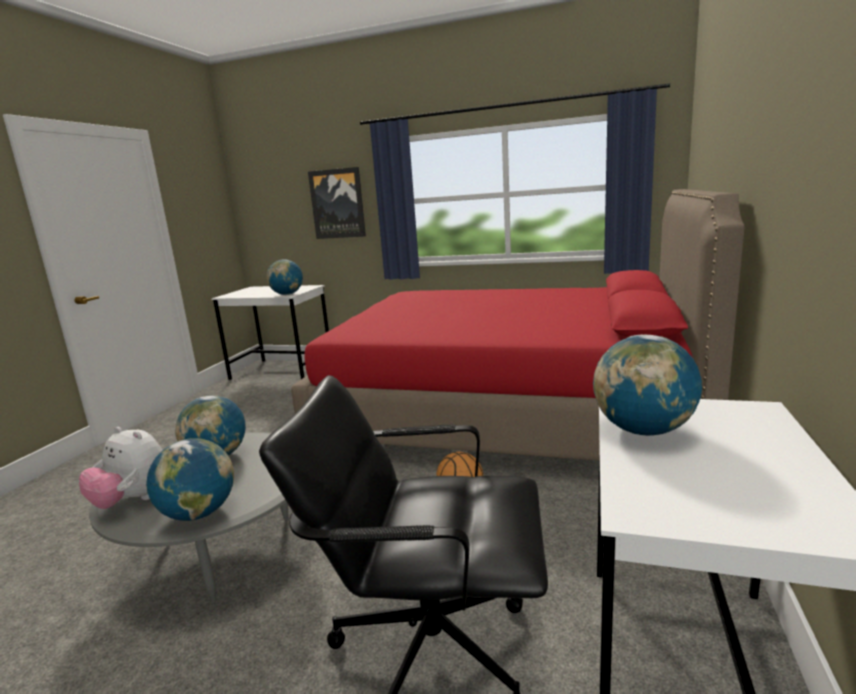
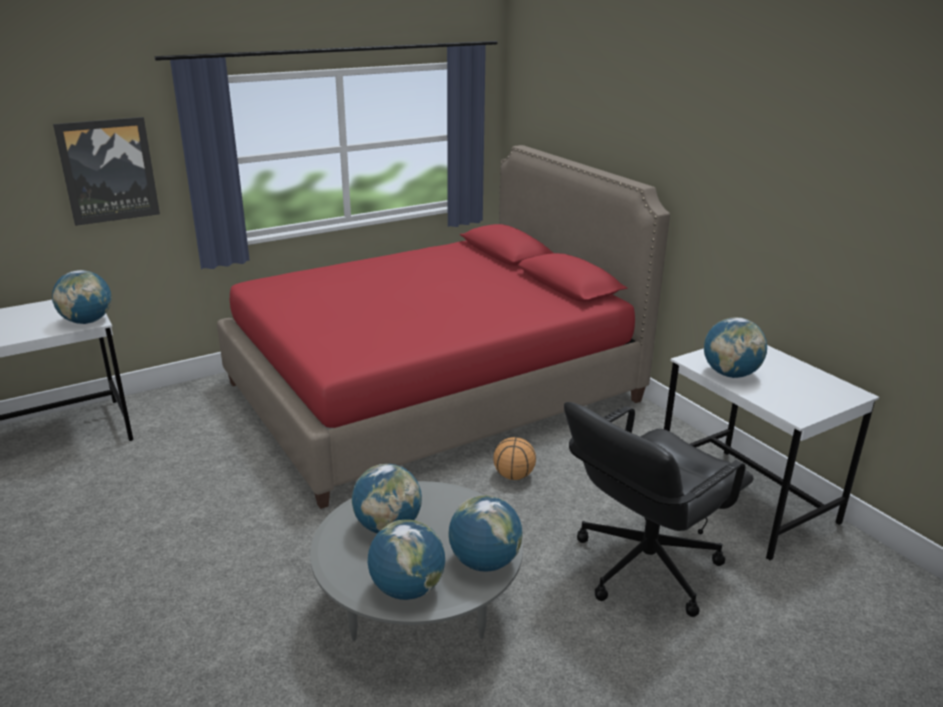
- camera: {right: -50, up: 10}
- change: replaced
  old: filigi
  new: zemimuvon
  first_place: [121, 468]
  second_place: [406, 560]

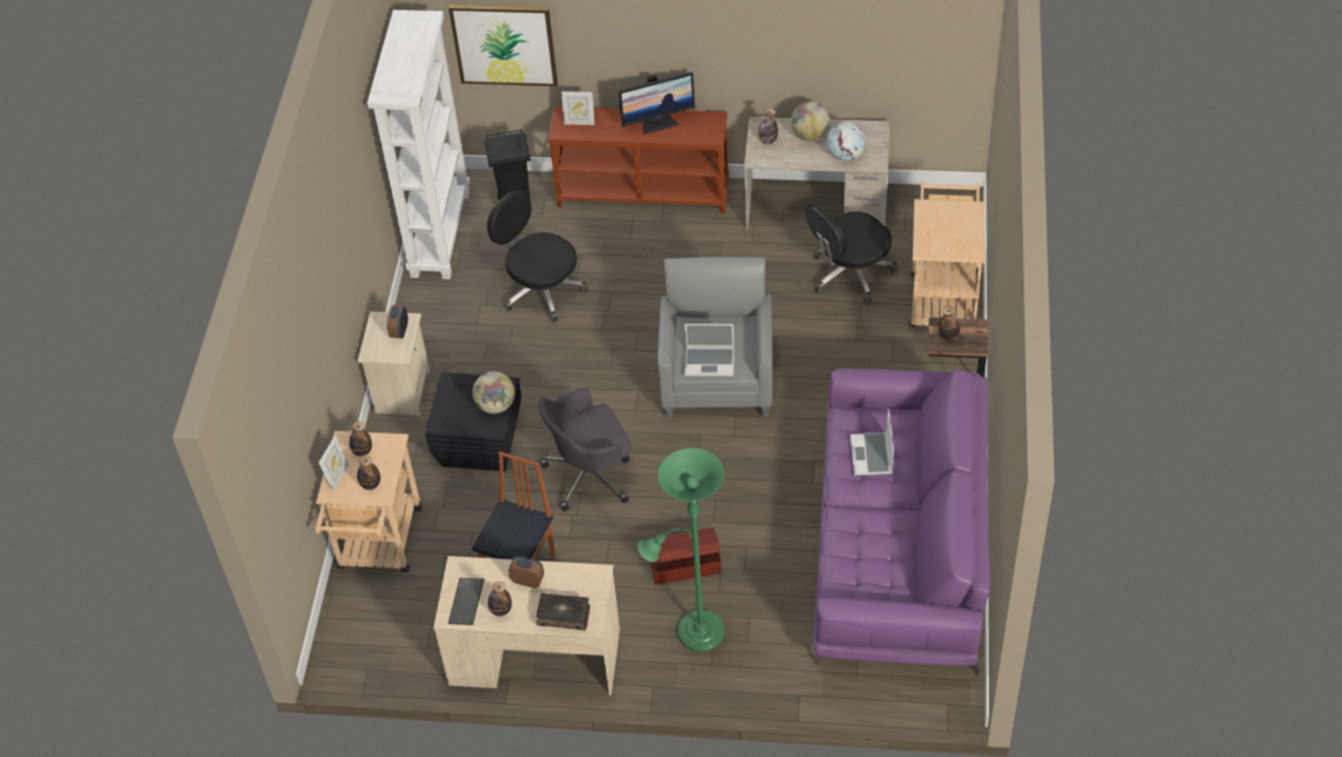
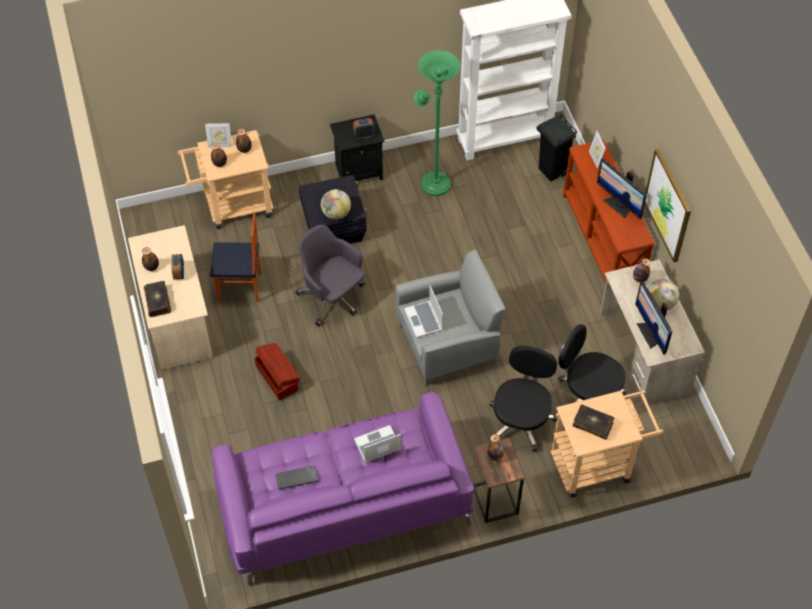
- camera: {right: 65, up: 5}
- change: moved
  old: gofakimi
  first_place: [466, 601]
  second_place: [296, 478]
- change: recoloured
  old: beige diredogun
  new: black diredogun
  first_place: [393, 363]
  second_place: [357, 147]
- change: moved
  old: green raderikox
  first_place: [681, 550]
  second_place: [437, 123]
- change: moved
  old: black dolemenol
  first_place: [537, 256]
  second_place: [523, 398]
- change: added
  new: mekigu
  second_place: [593, 422]
- change: replaced
  old: zemimuvon
  new: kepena
  first_place: [846, 141]
  second_place: [653, 318]
- change: moved
  old: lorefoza
  first_place: [503, 45]
  second_place: [668, 205]

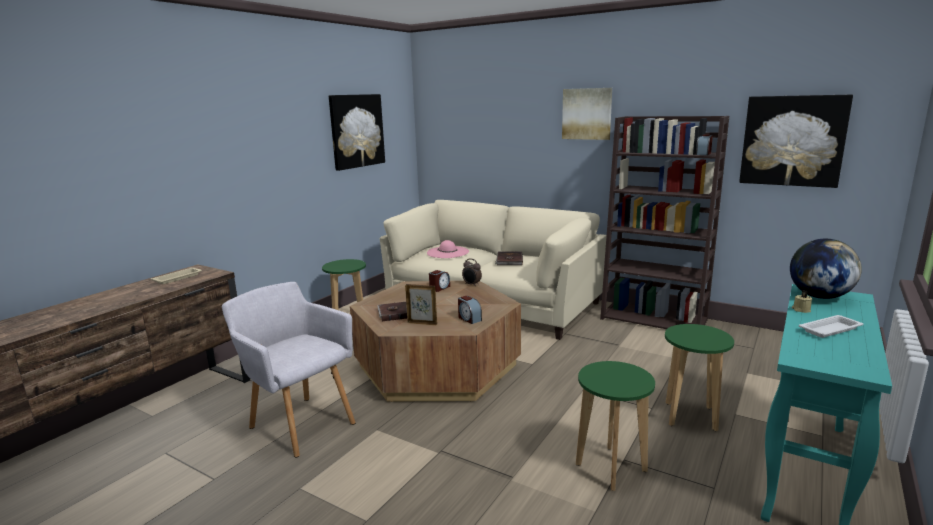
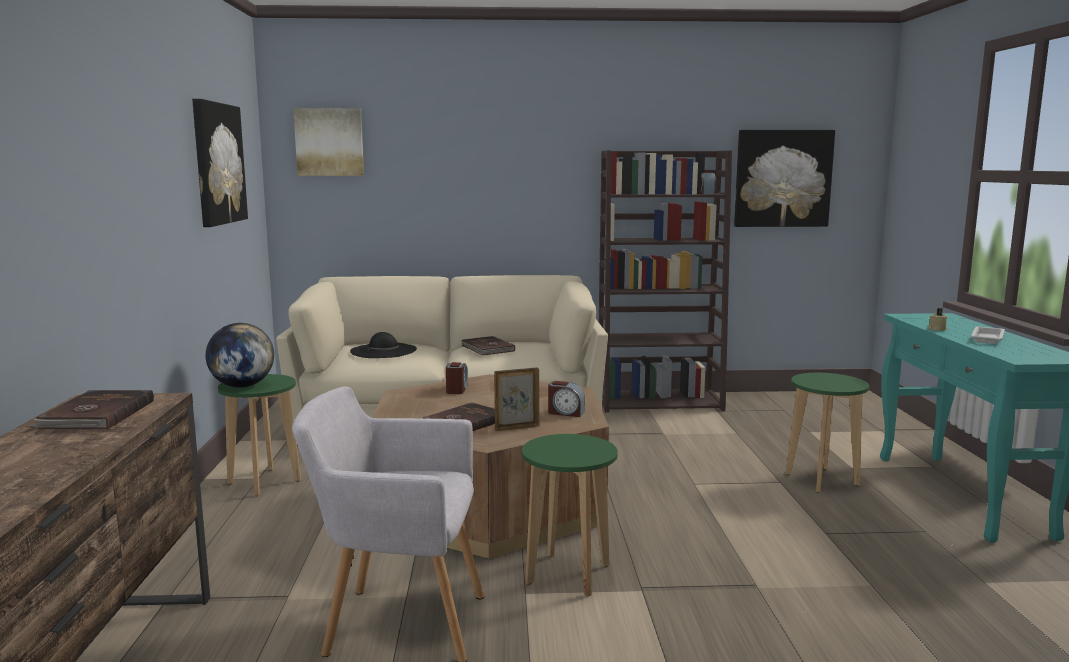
- camera: {right: -35, up: -5}
- change: replaced
  old: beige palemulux
  new: brown mekigu
  first_place: [176, 276]
  second_place: [92, 410]
- change: moved
  old: zemimuvon
  first_place: [826, 269]
  second_place: [240, 355]
- change: moved
  old: lorefoza
  first_place: [587, 114]
  second_place: [328, 142]
- change: recoloured
  old: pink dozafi
  new: black dozafi
  first_place: [448, 249]
  second_place: [383, 345]
- change: moved
  old: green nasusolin
  first_place: [615, 426]
  second_place: [570, 515]
- change: removed
  old: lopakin
  first_place: [472, 272]

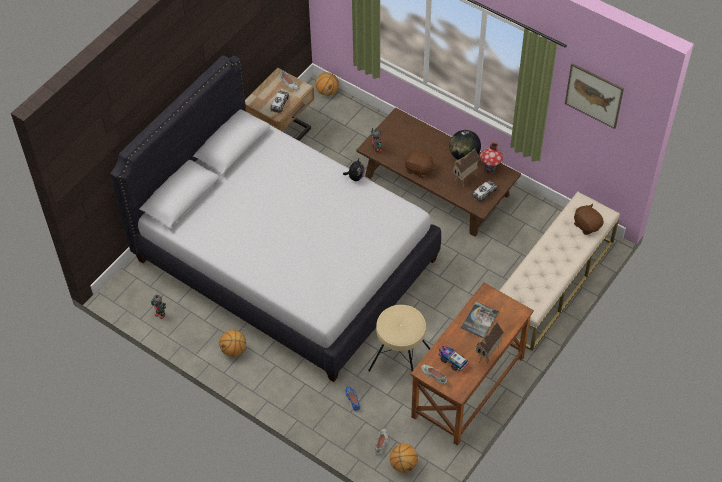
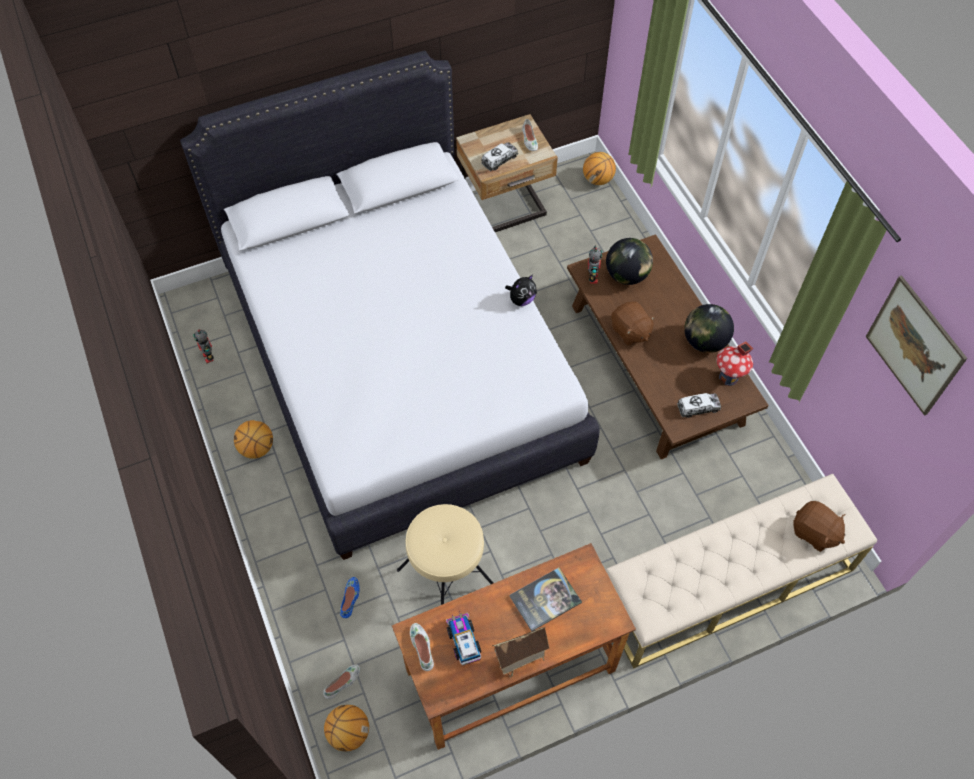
- camera: {right: 30, up: 5}
- change: added
  new: zemimuvon
  second_place: [629, 261]
- change: turned
  old: brown filigi
  first_place: [589, 219]
  second_place: [820, 526]
  degrees: 135
- change: removed
  old: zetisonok
  first_place: [466, 168]

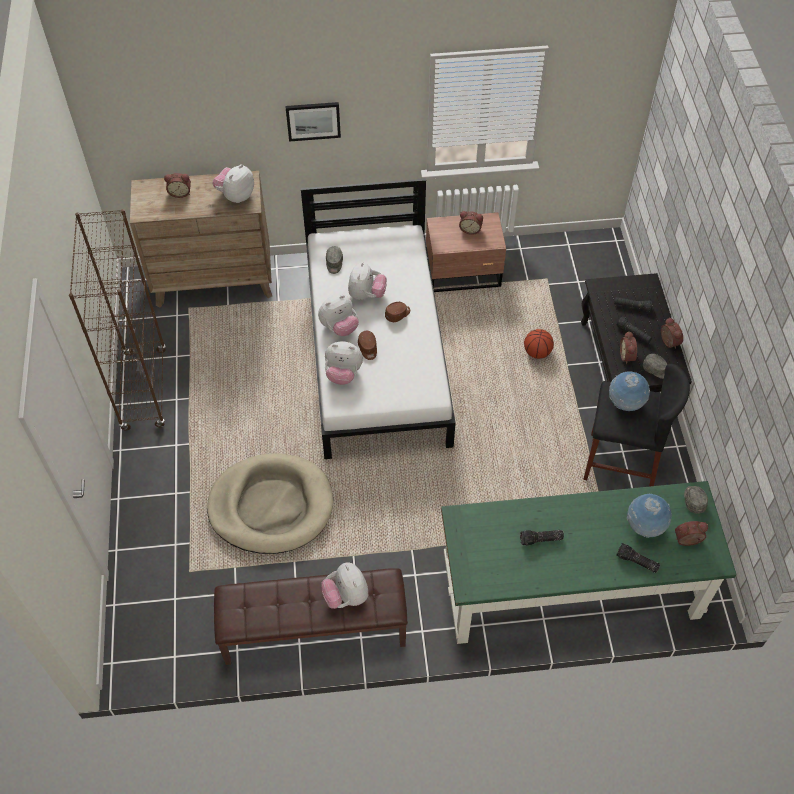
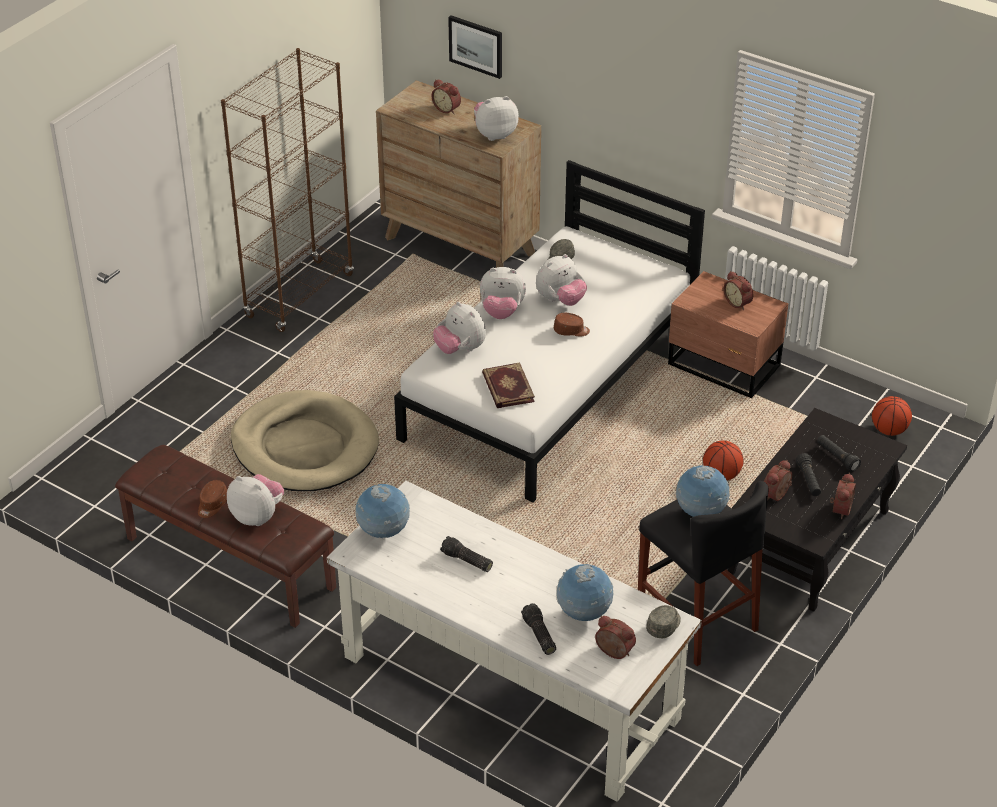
- camera: {right: 40, up: -15}
- change: moved
  old: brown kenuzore
  first_place: [367, 345]
  second_place: [212, 499]
- change: turned
  old: filigi
  first_place: [344, 585]
  second_place: [255, 500]
  degrees: 105
- change: recoloured
  old: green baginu
  new: white baginu
  first_place: [589, 562]
  second_place: [514, 641]
- change: added
  new: zemimuvon
  second_place: [382, 511]
- change: moved
  old: lorefoza
  first_place: [313, 122]
  second_place: [475, 47]
- change: added
  new: mekigu
  second_place: [508, 385]
- change: added
  new: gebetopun
  second_place: [892, 416]
- change: removed
  old: grey kenuzore
  first_place: [655, 366]

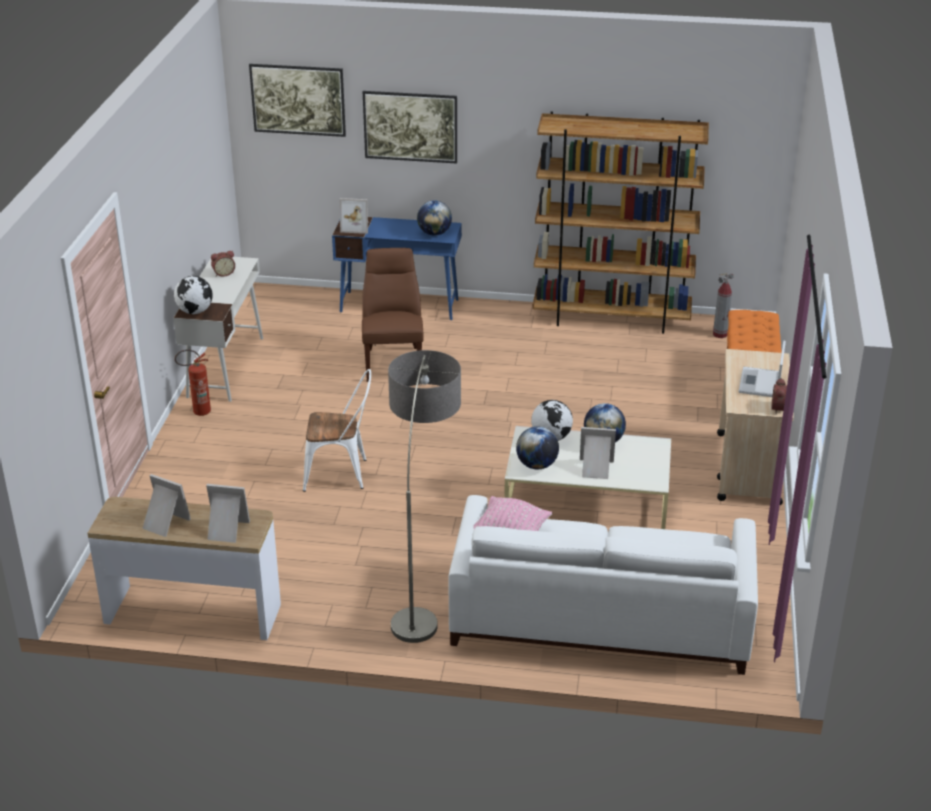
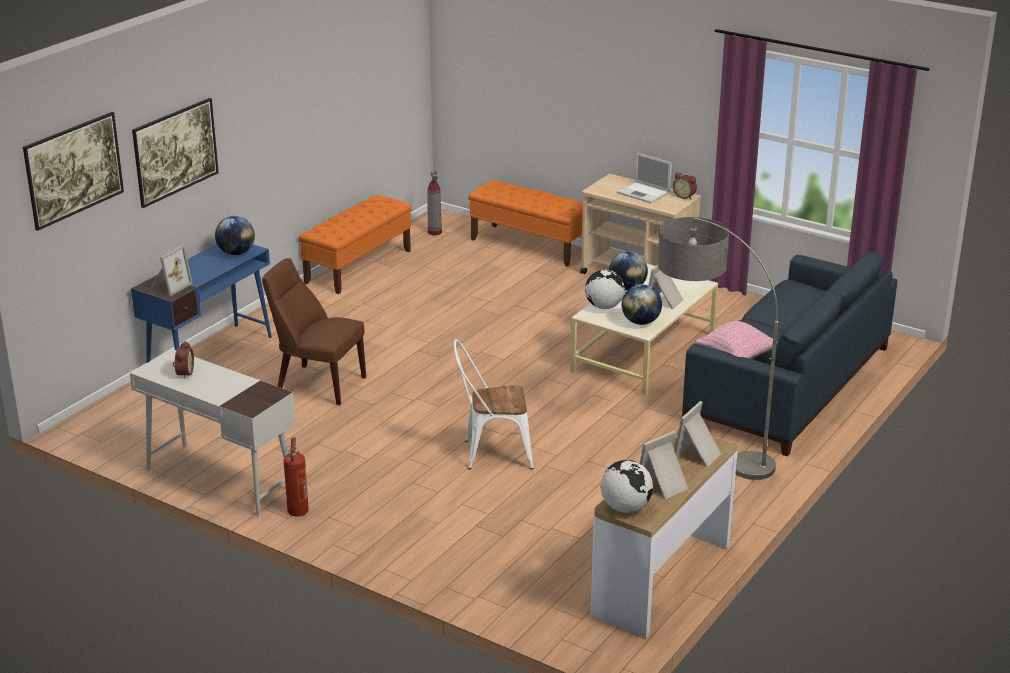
- camera: {right: -65, up: -5}
- change: replaced
  old: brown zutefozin
  new: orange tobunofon
  first_place: [621, 223]
  second_place: [355, 244]
- change: turned
  old: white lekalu
  first_place: [337, 430]
  second_place: [493, 404]
  degrees: -120
- change: moved
  old: zemimuvon
  first_place: [193, 295]
  second_place: [627, 486]
- change: recoloured
  old: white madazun
  new: blue madazun
  first_place: [603, 585]
  second_place: [790, 354]

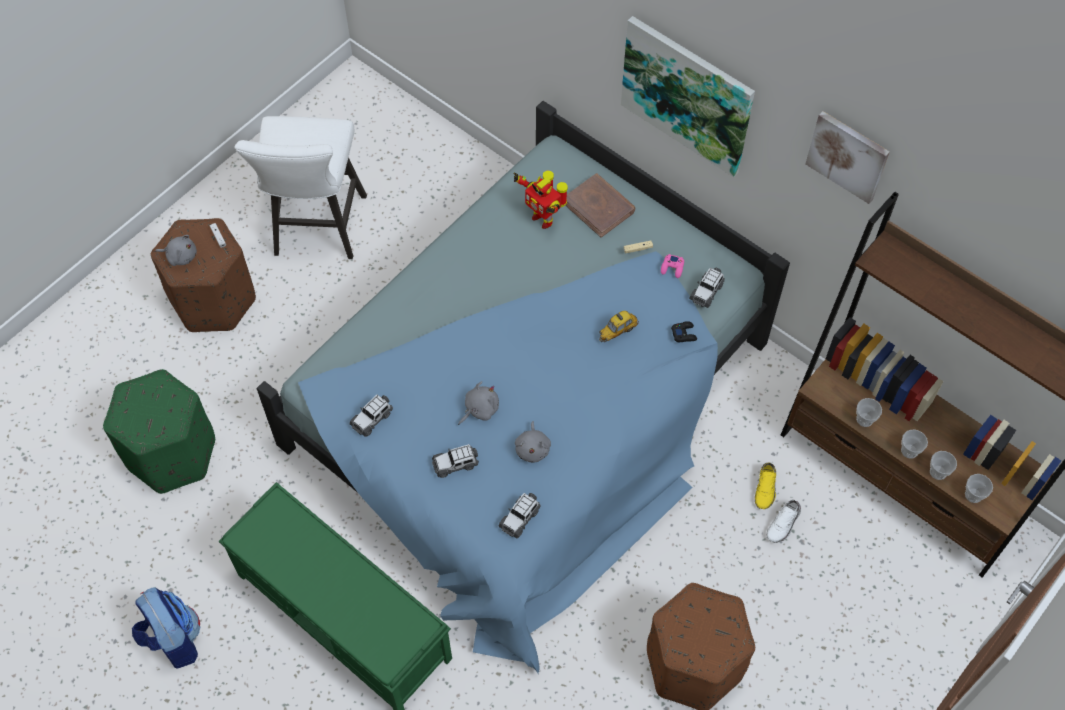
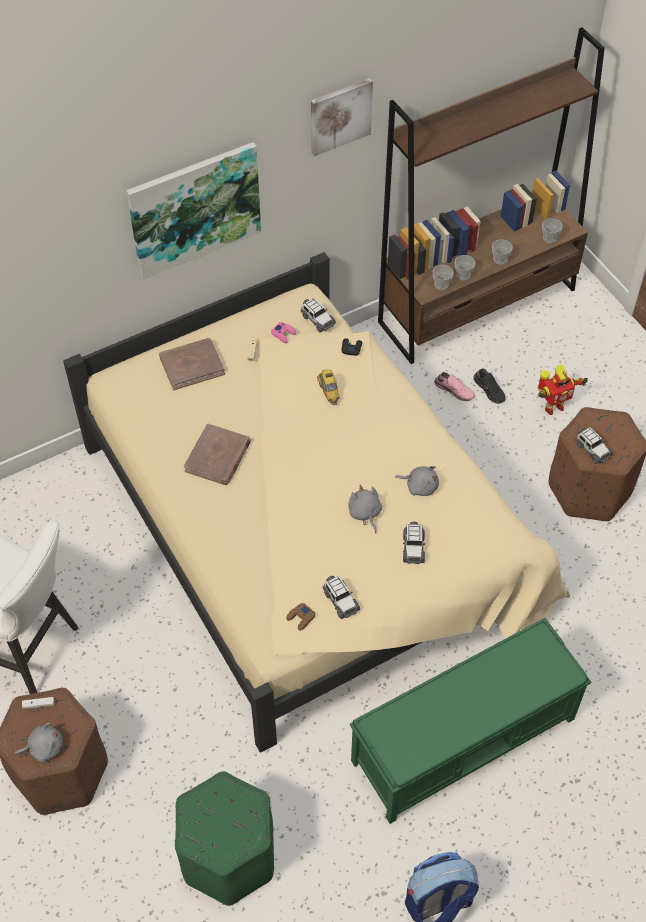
- camera: {right: -70, up: -5}
- change: turned
  old: grey filigi
  first_place: [176, 250]
  second_place: [38, 742]
  degrees: 45
- change: recoloured
  old: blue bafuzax
  new: beige bafuzax
  first_place: [523, 387]
  second_place: [316, 502]
- change: added
  new: brown mekigu
  second_place: [217, 454]
- change: added
  new: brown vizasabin
  second_place: [301, 617]
- change: moved
  old: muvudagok
  first_place: [943, 465]
  second_place: [443, 277]
- change: recoloured
  old: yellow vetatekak
  new: pink vetatekak
  first_place: [765, 486]
  second_place: [454, 386]
- change: recoloured
  old: white vetatekak
  new: black vetatekak
  first_place: [783, 521]
  second_place: [490, 386]
- change: moved
  old: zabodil
  first_place: [541, 200]
  second_place: [563, 390]
- change: moved
  old: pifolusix
  first_place: [520, 515]
  second_place: [594, 445]

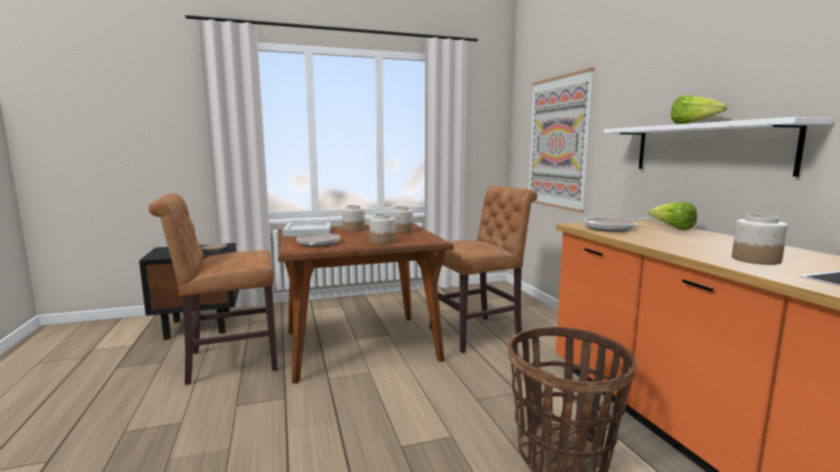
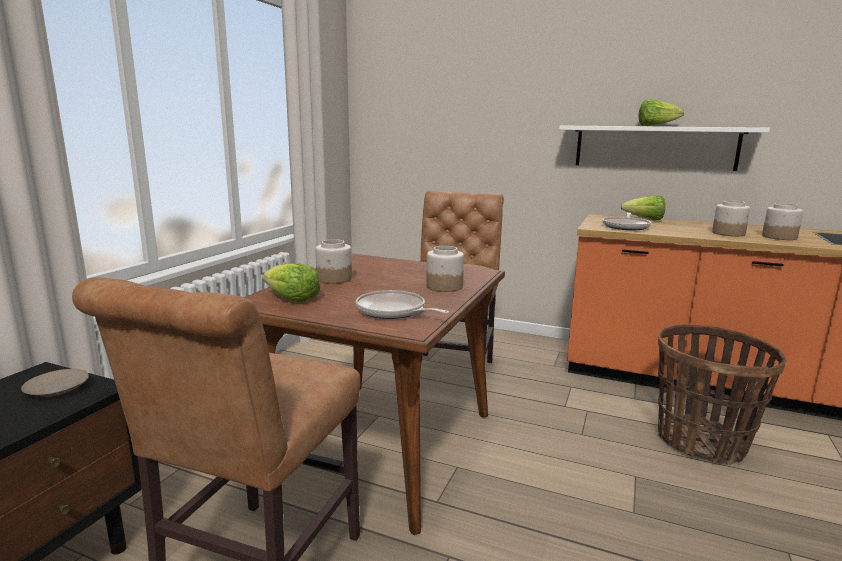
- camera: {right: -50, up: 5}
- change: replaced
  old: white palemulux
  new: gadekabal
  first_place: [306, 229]
  second_place: [291, 282]
- change: moved
  old: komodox
  first_place: [401, 219]
  second_place: [731, 218]
- change: removed
  old: lorefoza
  first_place: [561, 140]

